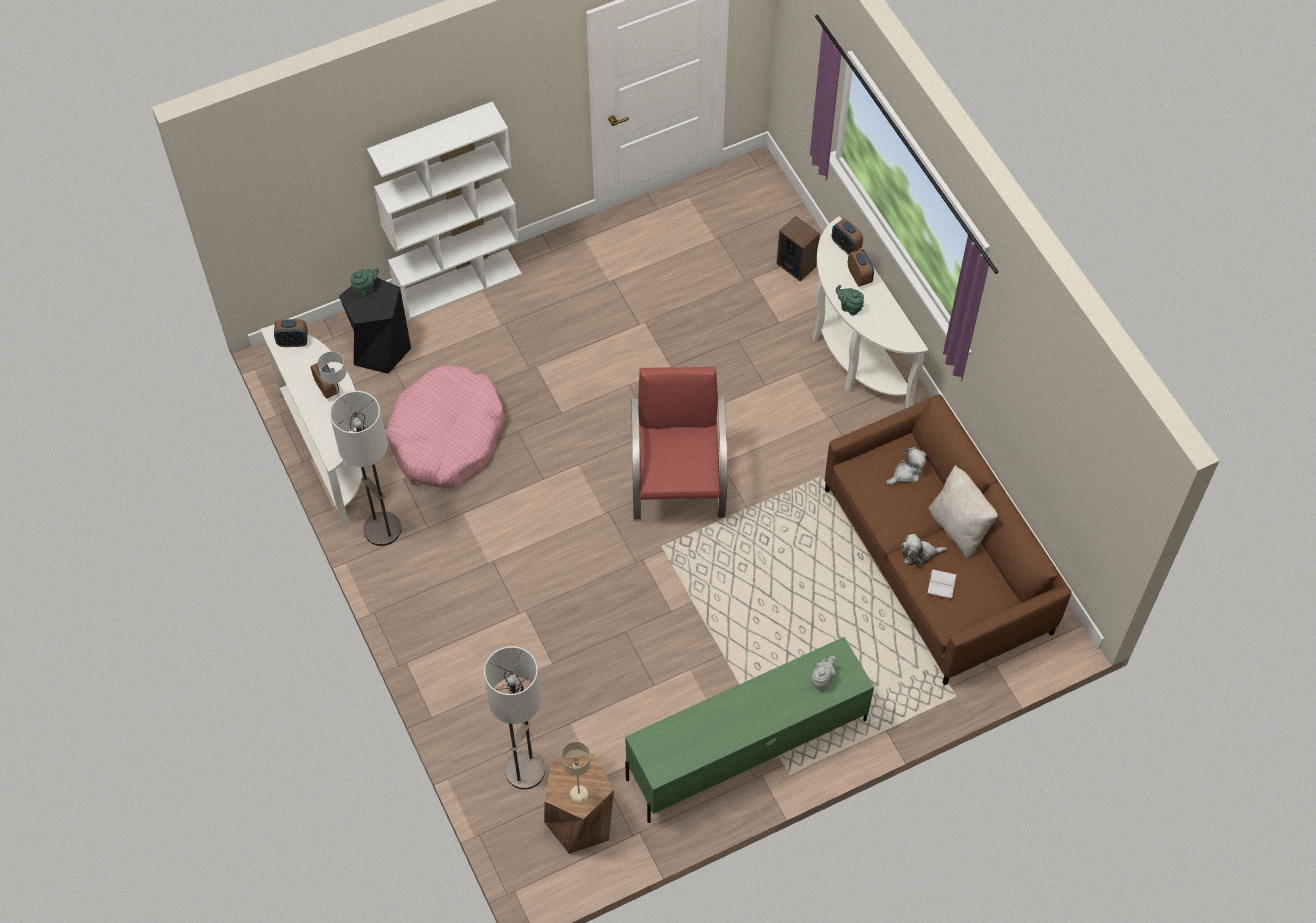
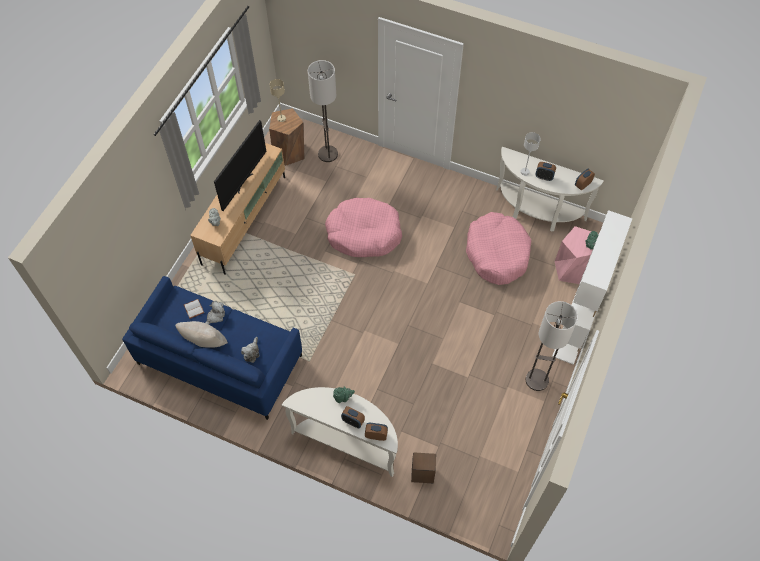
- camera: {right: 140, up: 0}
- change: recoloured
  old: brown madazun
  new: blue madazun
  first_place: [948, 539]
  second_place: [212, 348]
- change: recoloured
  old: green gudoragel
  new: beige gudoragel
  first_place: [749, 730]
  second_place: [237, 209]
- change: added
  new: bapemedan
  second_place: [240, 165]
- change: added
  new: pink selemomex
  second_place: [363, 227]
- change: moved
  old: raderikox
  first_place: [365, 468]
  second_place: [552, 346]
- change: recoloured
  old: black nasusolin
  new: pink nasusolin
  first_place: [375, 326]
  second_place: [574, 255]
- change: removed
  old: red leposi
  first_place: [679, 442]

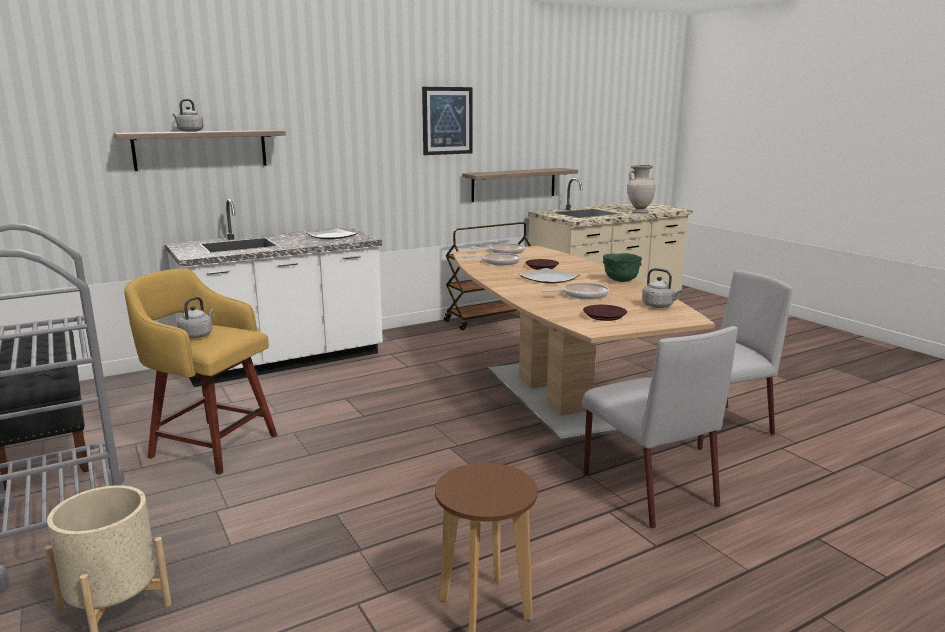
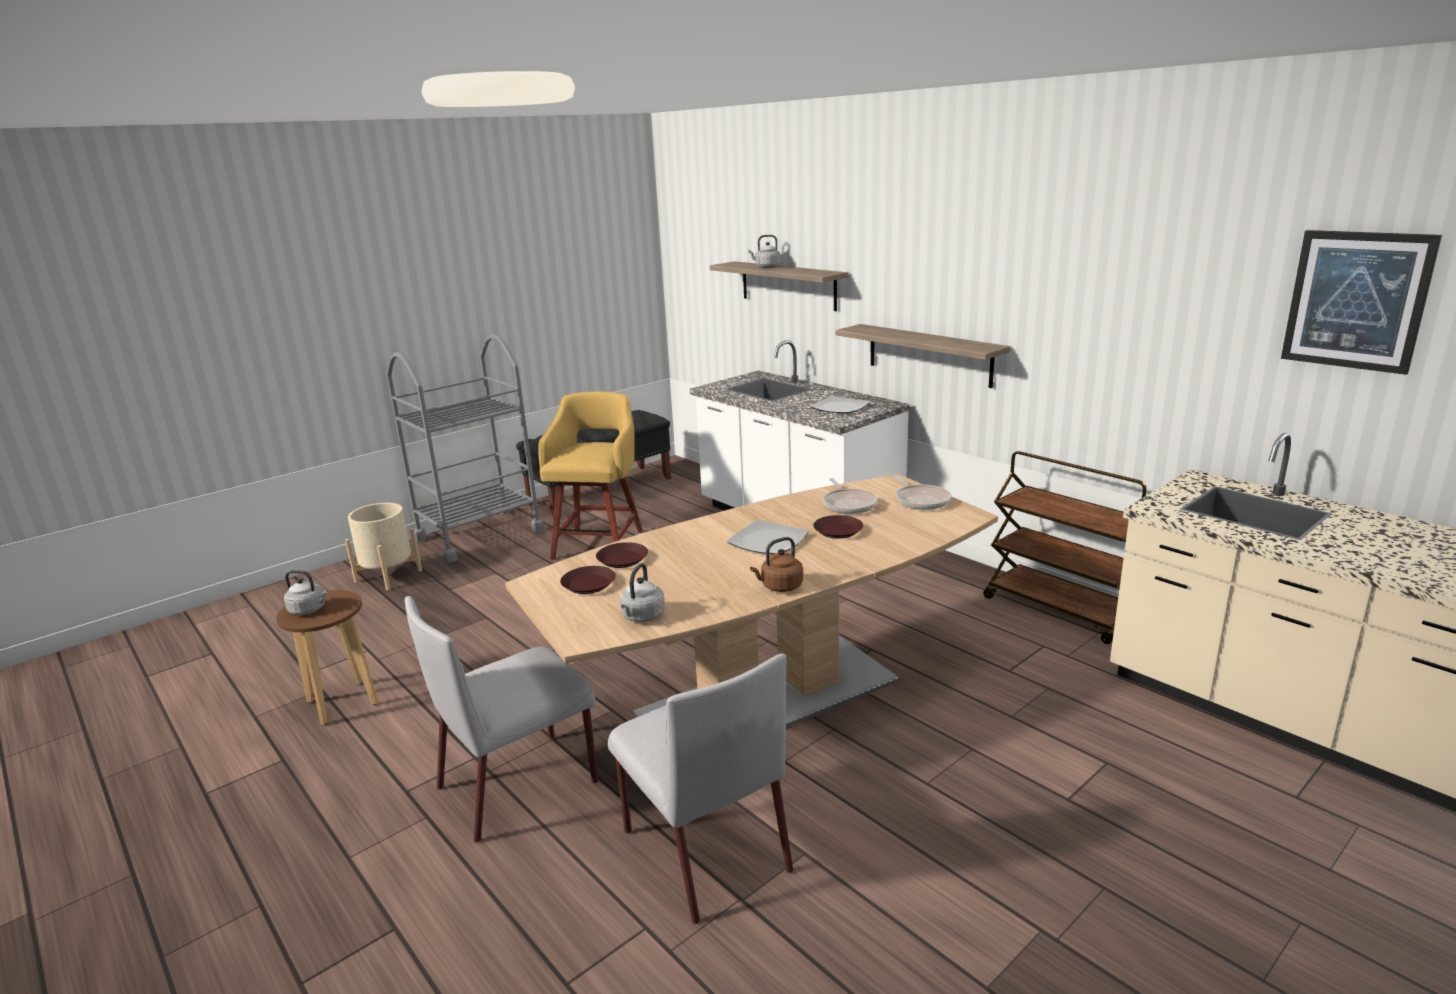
- camera: {right: 80, up: 5}
- change: moved
  old: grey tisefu
  first_place: [195, 317]
  second_place: [306, 592]
- change: added
  new: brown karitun
  second_place: [622, 555]
- change: replaced
  old: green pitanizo
  new: brown tisefu
  first_place: [622, 267]
  second_place: [776, 564]
- change: moved
  old: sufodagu
  first_place: [520, 185]
  second_place: [922, 356]
- change: moved
  old: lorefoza
  first_place: [447, 121]
  second_place: [1361, 302]
- change: removed
  old: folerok
  first_place: [575, 291]
- change: removed
  old: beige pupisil
  first_place: [641, 189]

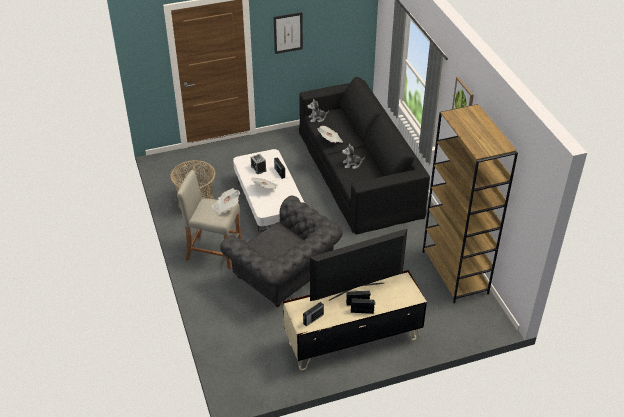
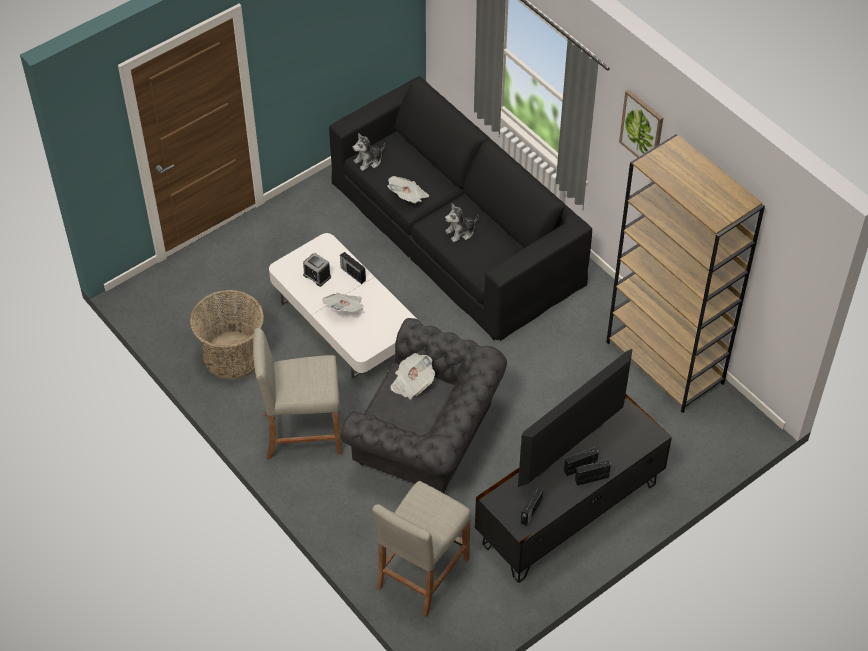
- camera: {right: -20, up: 10}
- change: added
  new: beige nasusolin
  second_place: [421, 549]
- change: moved
  old: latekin
  first_place: [226, 201]
  second_place: [412, 376]
- change: recoloured
  old: beige gudoragel
  new: black gudoragel
  first_place: [355, 320]
  second_place: [573, 488]
- change: removed
  old: lorefoza
  first_place: [288, 33]

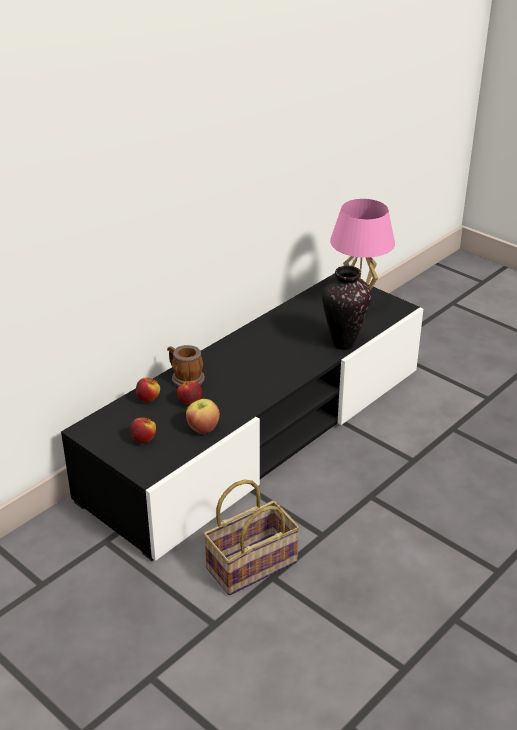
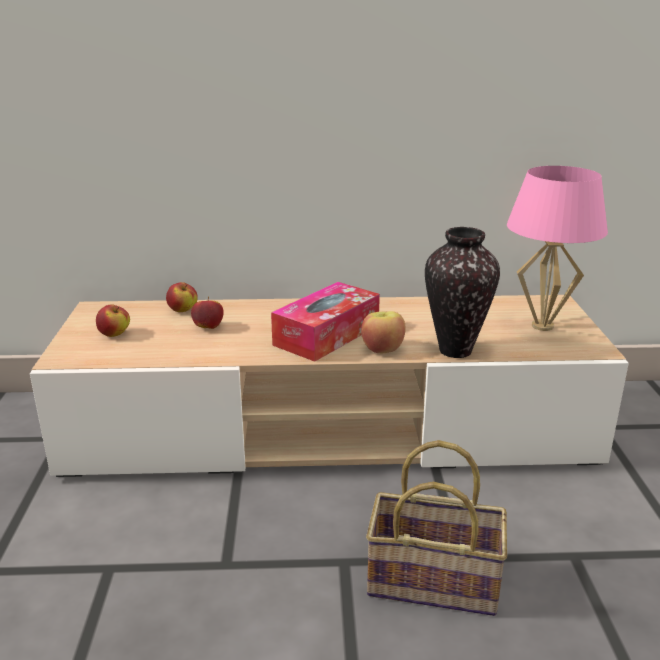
- camera: {right: 45, up: -10}
- change: recoloured
  old: black gudoragel
  new: beige gudoragel
  first_place: [242, 417]
  second_place: [329, 386]
- change: added
  new: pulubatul
  second_place: [325, 322]
- change: moved
  old: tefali
  first_place: [203, 416]
  second_place: [383, 332]
- change: moved
  old: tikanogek
  first_place: [251, 537]
  second_place: [436, 528]
- change: removed
  old: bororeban
  first_place: [186, 366]

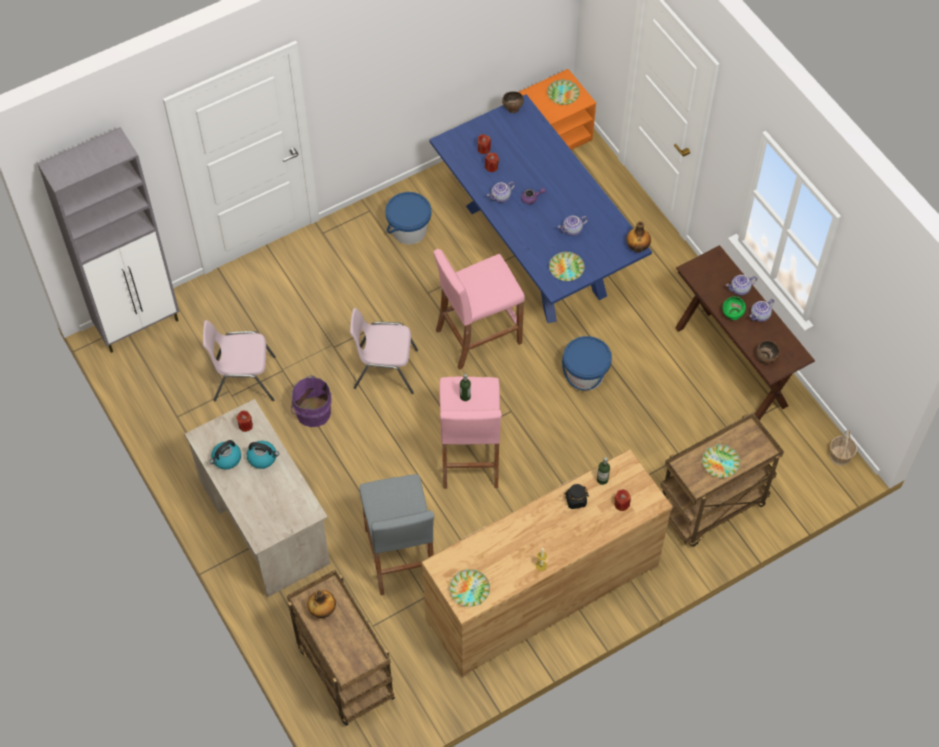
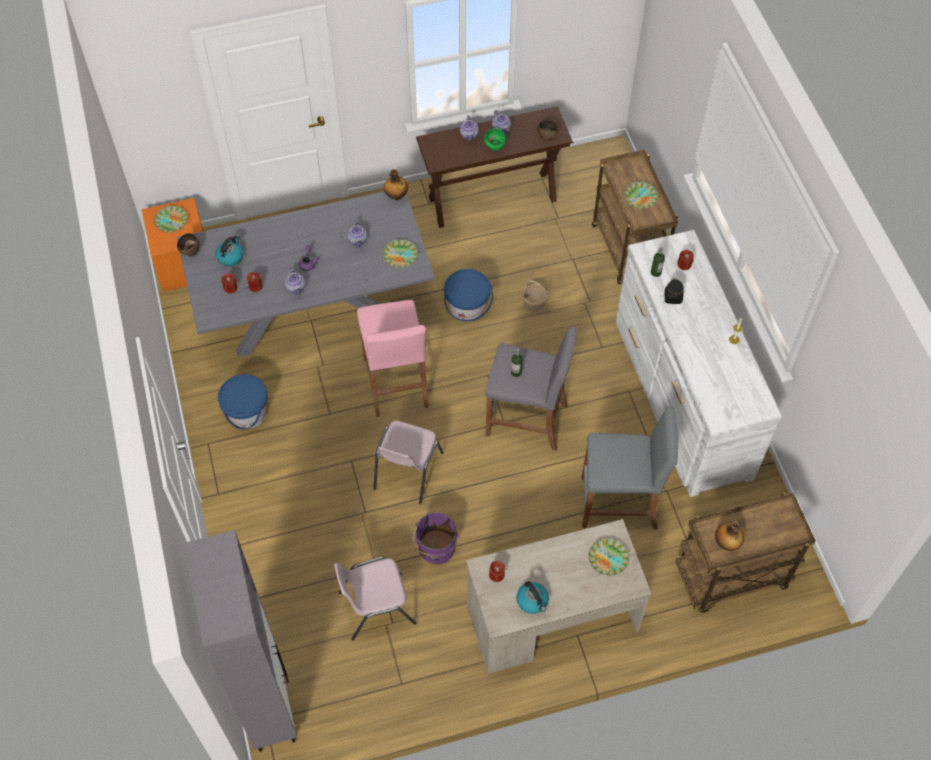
- camera: {right: -75, up: 0}
- change: recoloured
  old: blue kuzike
  new: grey kuzike
  first_place: [540, 208]
  second_place: [306, 274]
- change: moved
  old: tisefu
  first_place: [263, 455]
  second_place: [230, 250]
- change: turned
  old: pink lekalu
  first_place: [239, 360]
  second_place: [375, 599]
  degrees: 60
- change: recoloured
  old: pink nasusolin
  new: grey nasusolin
  first_place: [470, 432]
  second_place: [531, 389]
- change: moved
  old: tikanogek
  first_place: [843, 447]
  second_place: [535, 296]
- change: moved
  old: karitun
  first_place: [469, 588]
  second_place: [608, 557]
- change: recoloured
  old: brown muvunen
  new: white muvunen
  first_place: [547, 563]
  second_place: [699, 363]

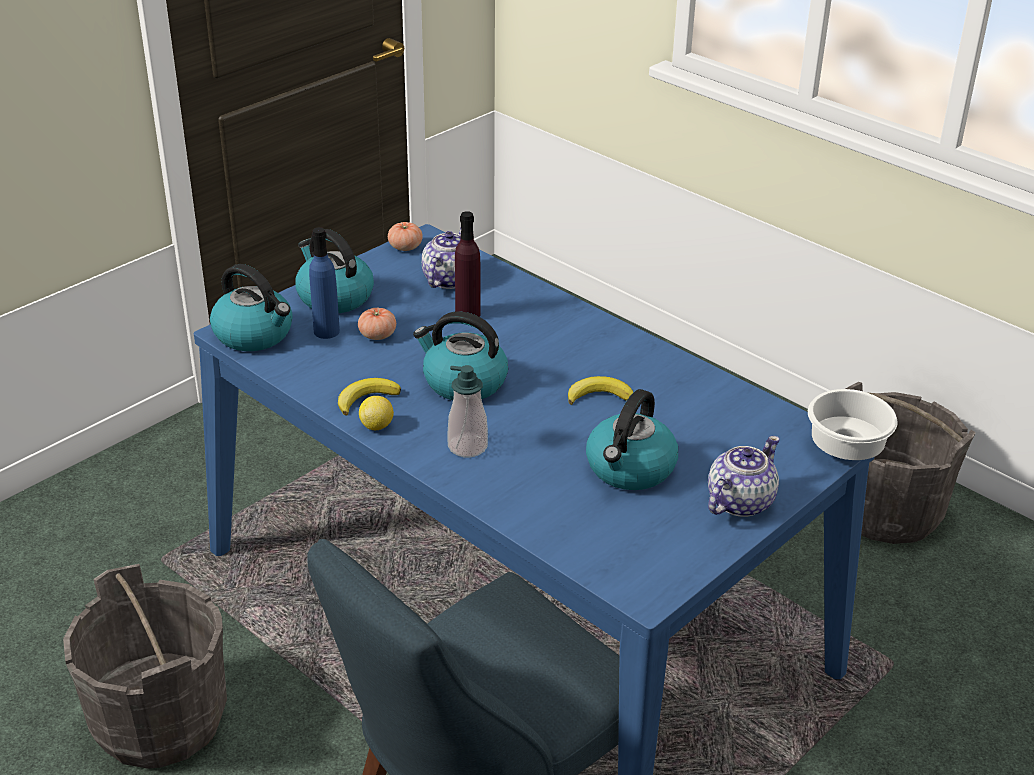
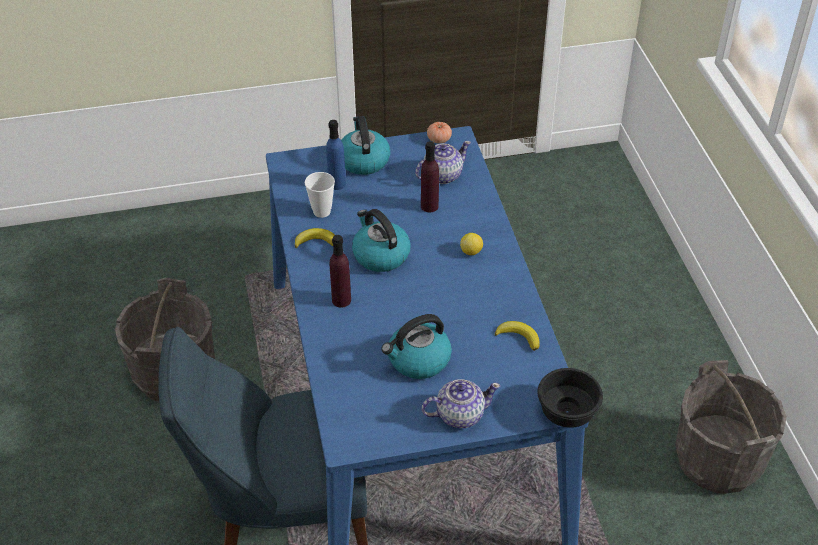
- camera: {right: 35, up: 10}
- change: added
  new: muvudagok
  second_place: [320, 195]
- change: replaced
  old: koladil
  new: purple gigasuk
  first_place: [467, 411]
  second_place: [340, 271]
- change: moved
  old: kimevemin
  first_place: [376, 413]
  second_place: [471, 244]
- change: moved
  old: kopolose
  first_place: [600, 390]
  second_place: [517, 336]
- change: recoloured
  old: white pitanizo
  new: black pitanizo
  first_place: [852, 424]
  second_place: [570, 398]
- change: removed
  old: tisefu
  first_place: [251, 307]
- change: removed
  old: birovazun
  first_place: [377, 324]

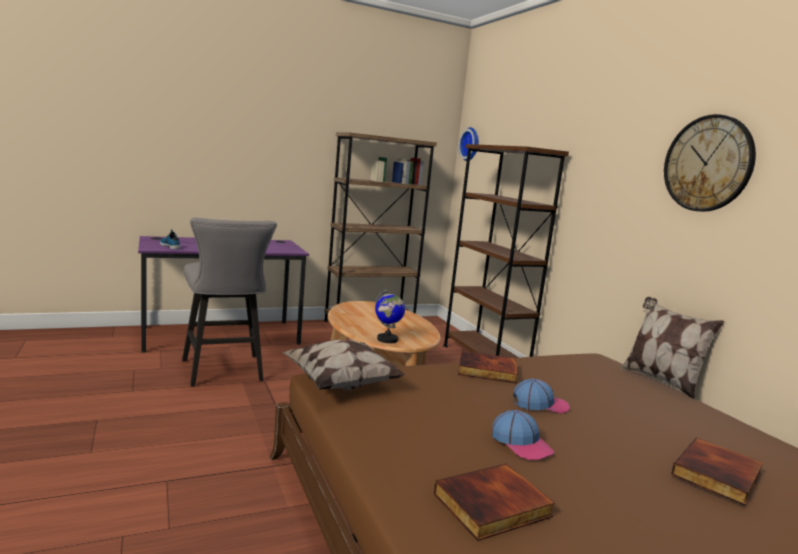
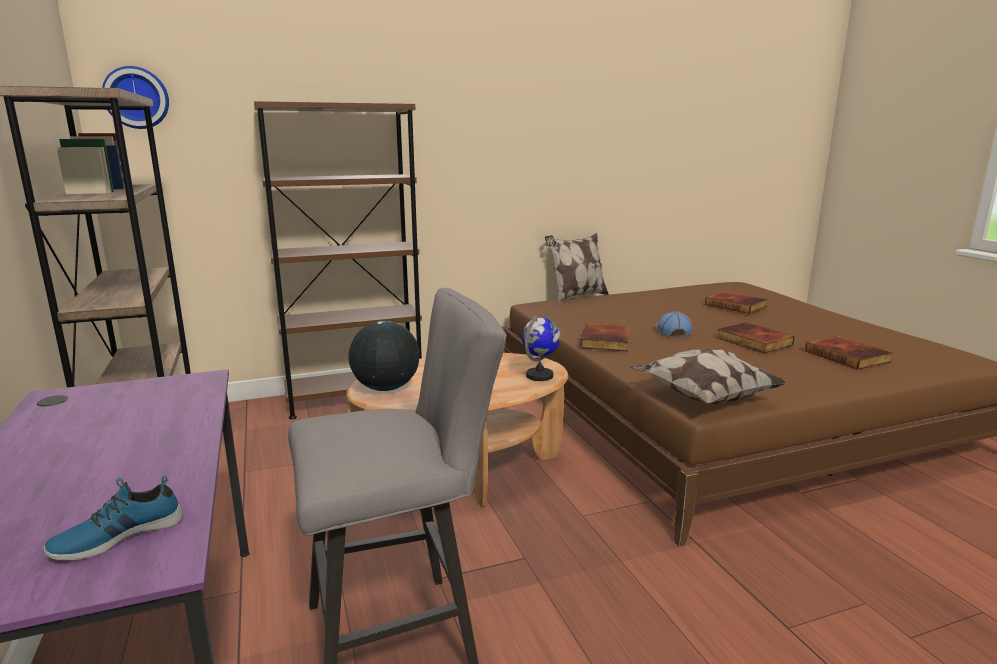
- camera: {right: -85, up: 5}
- change: added
  new: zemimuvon
  second_place: [383, 356]
- change: replaced
  old: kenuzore
  new: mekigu
  first_place: [523, 435]
  second_place: [755, 337]
- change: removed
  old: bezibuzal
  first_place: [710, 163]

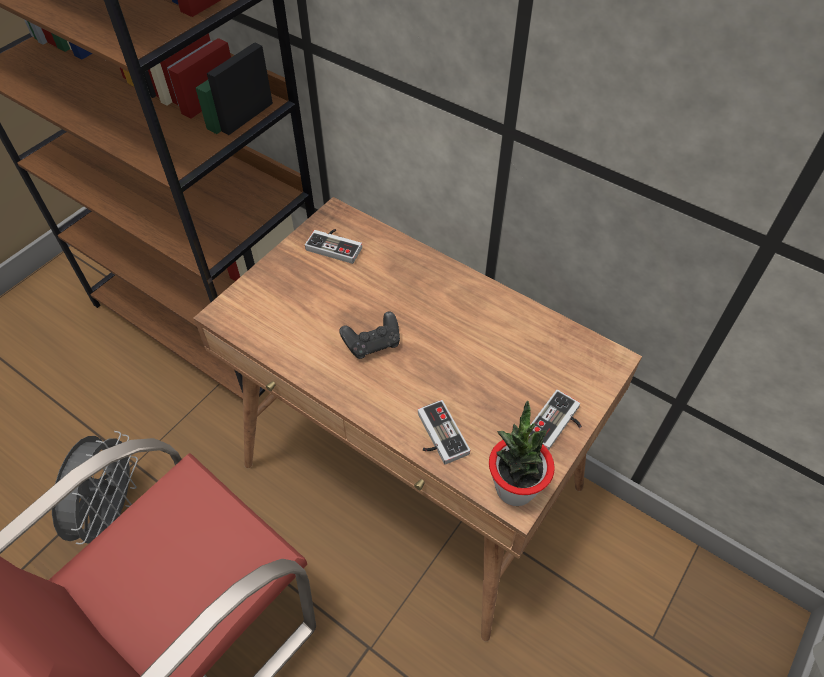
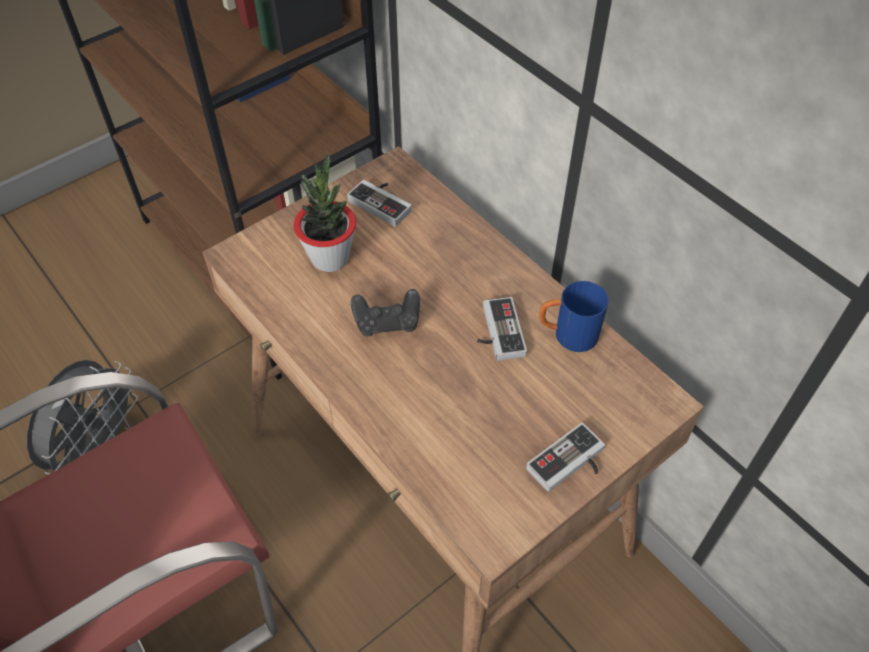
- camera: {right: 15, up: 0}
- change: moved
  old: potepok
  first_place: [522, 453]
  second_place: [325, 212]
- change: moved
  old: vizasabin
  first_place: [444, 432]
  second_place: [502, 329]
- change: added
  new: blue bororeban
  second_place: [574, 316]

